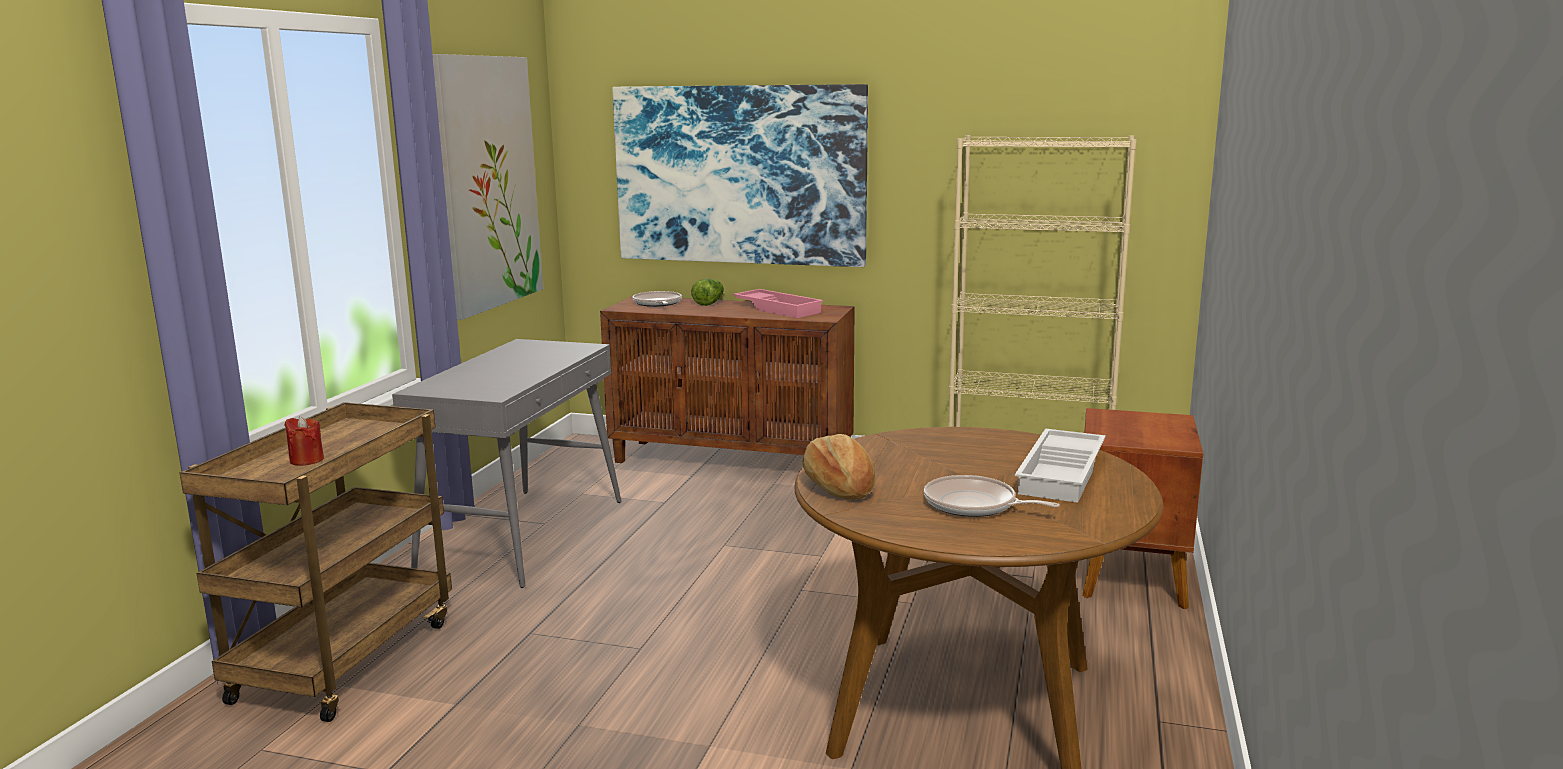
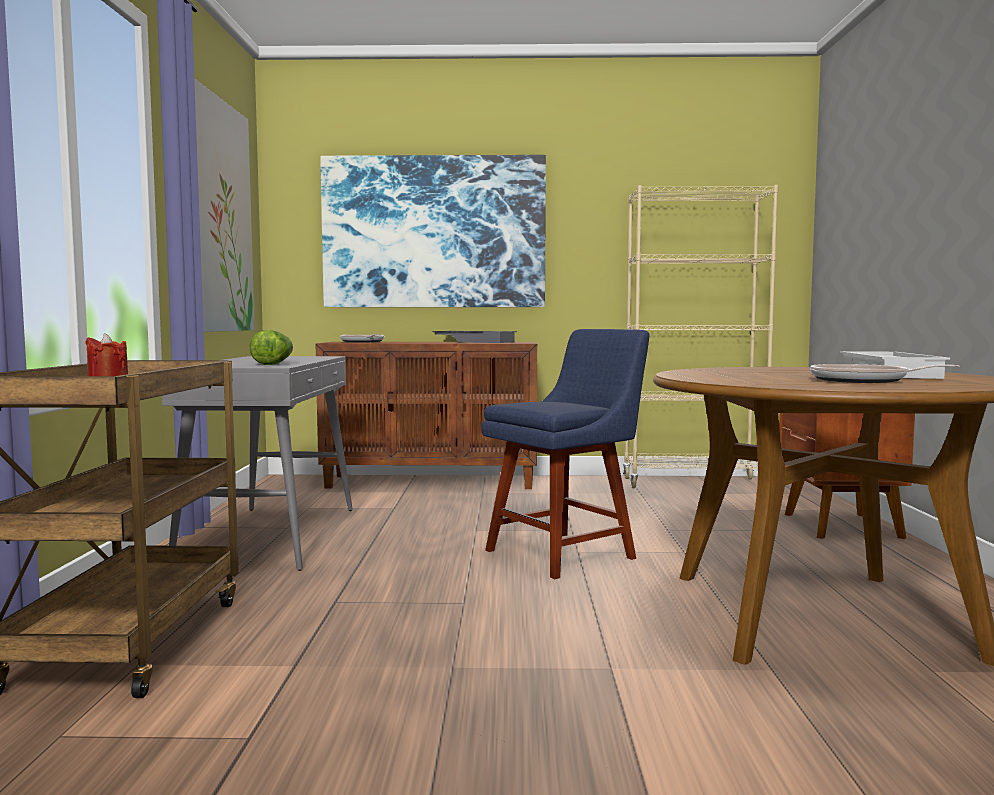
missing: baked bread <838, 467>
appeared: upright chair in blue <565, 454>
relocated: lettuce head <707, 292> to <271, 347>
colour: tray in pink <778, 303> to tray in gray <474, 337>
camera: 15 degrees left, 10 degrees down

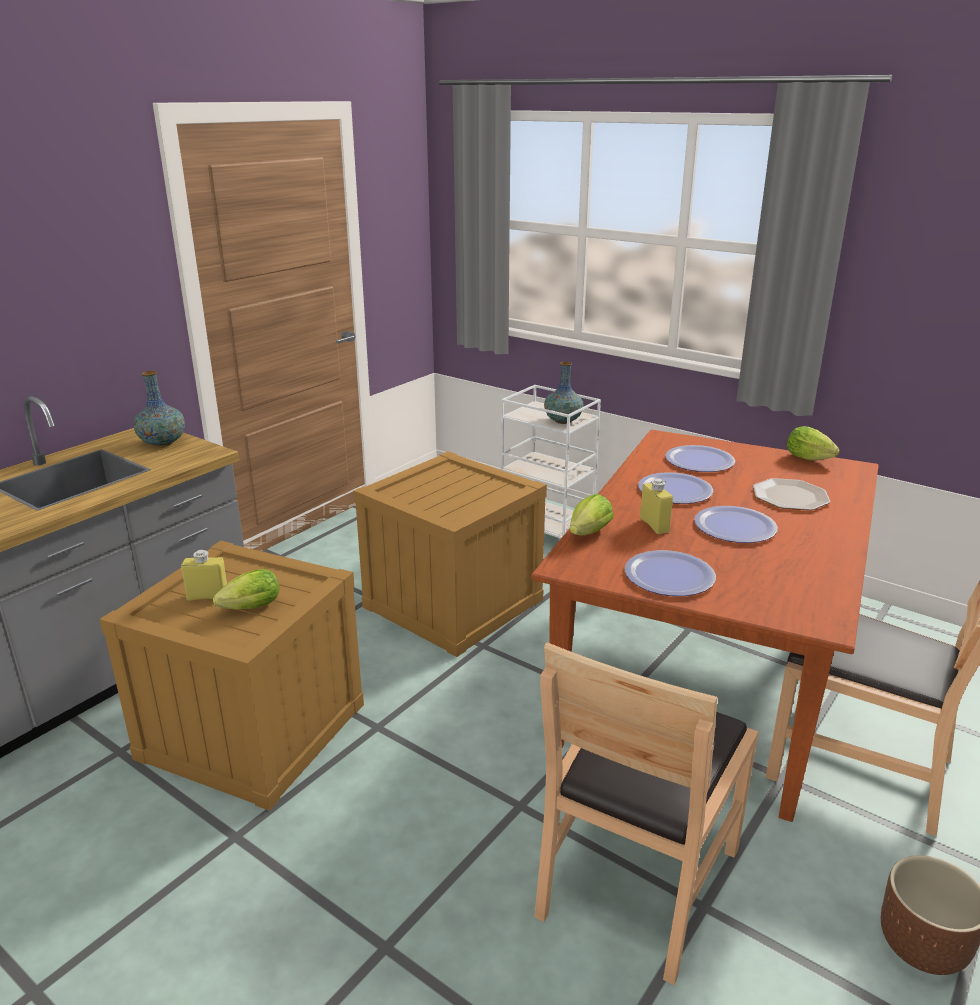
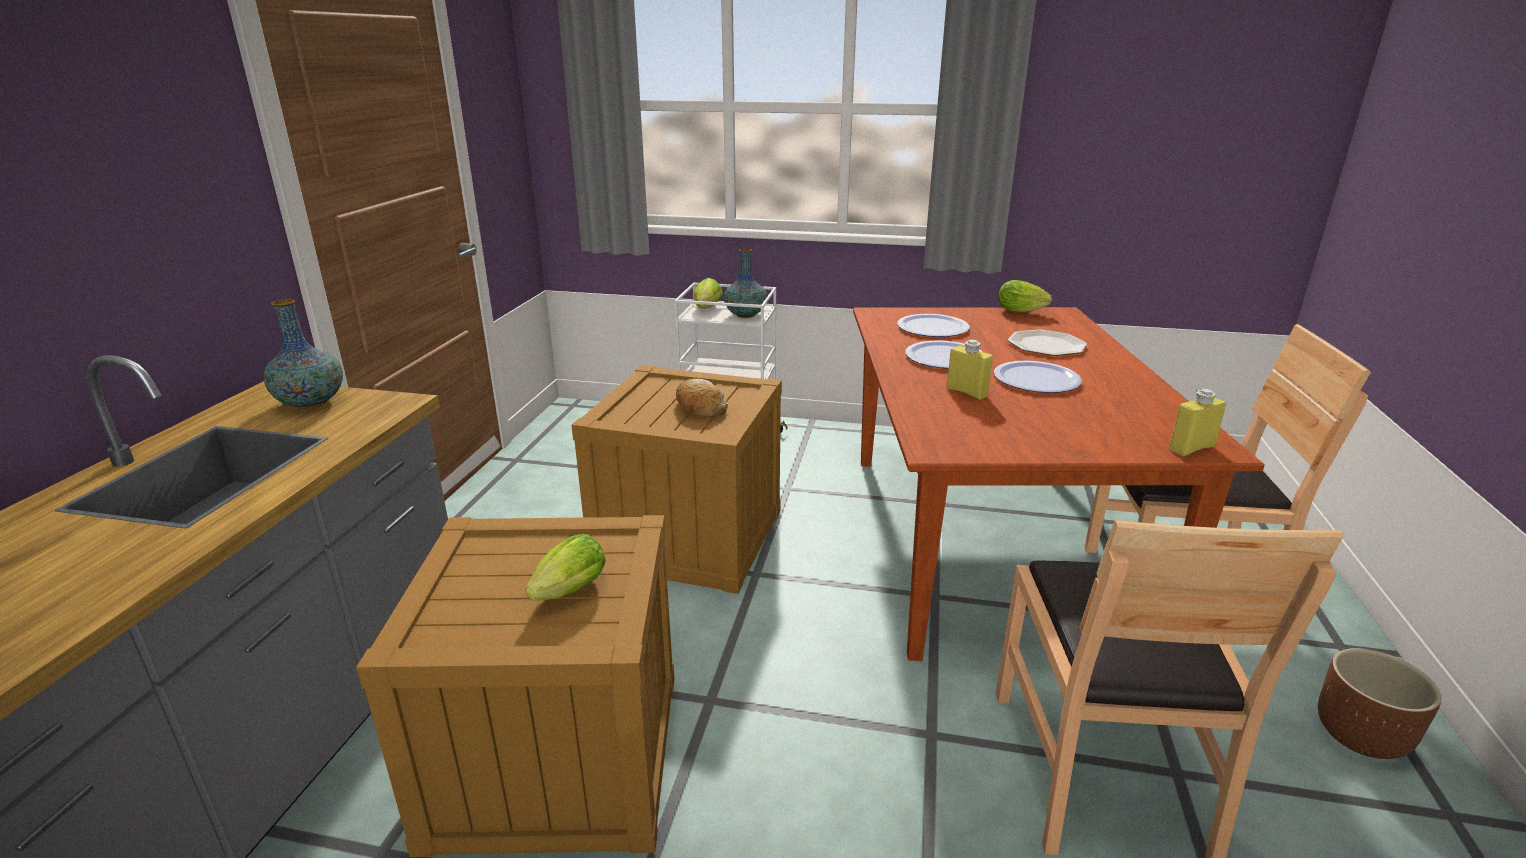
missing: plate <670, 573>
appeared: baked bread <702, 398>
relocated: drink bottle in yellow <204, 575> to <1197, 422>; lettuce head <592, 514> to <708, 293>
camera: 25 degrees left, 0 degrees up

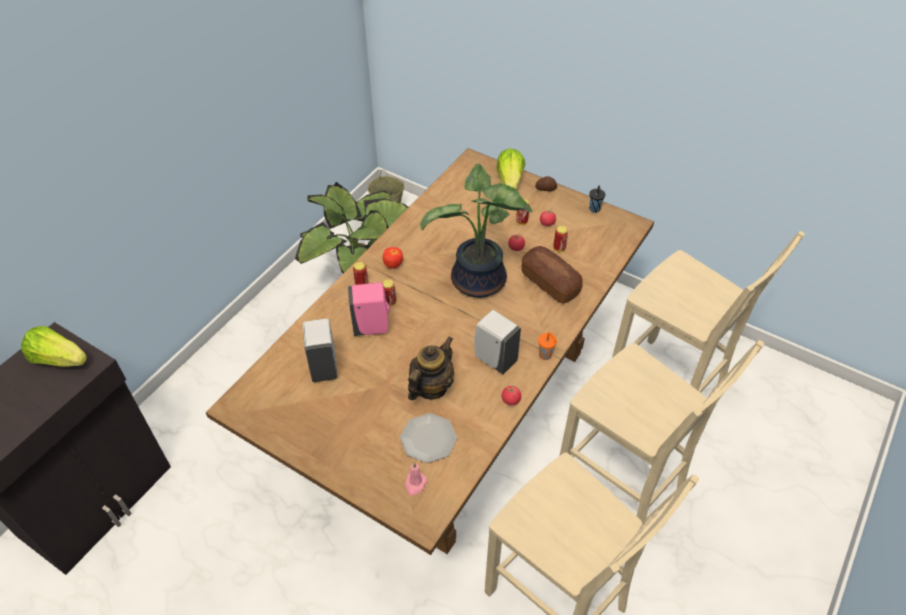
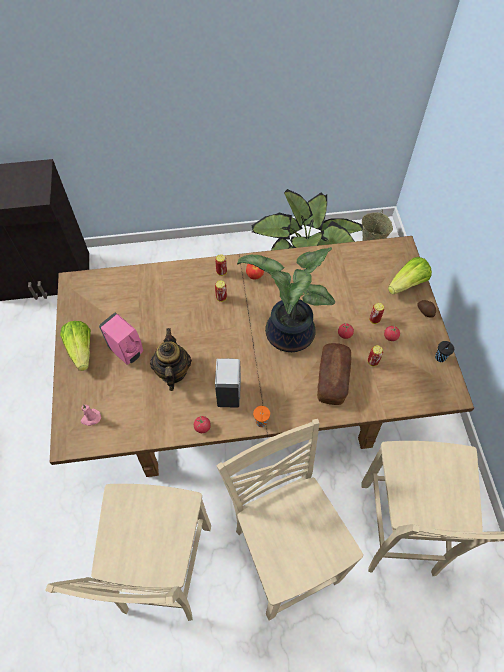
missing: soap dispenser in white <319, 350>; plate <428, 438>
relocated: lettuce head <54, 346> to <75, 346>; soap dispenser in pink <369, 309> to <121, 339>
spun: tea pot <431, 368> = <171, 359> 90 degrees counterclockwise; upright chair in sand-coloured <661, 432> = <290, 519> 150 degrees clockwise
camera: 50 degrees right, 10 degrees up

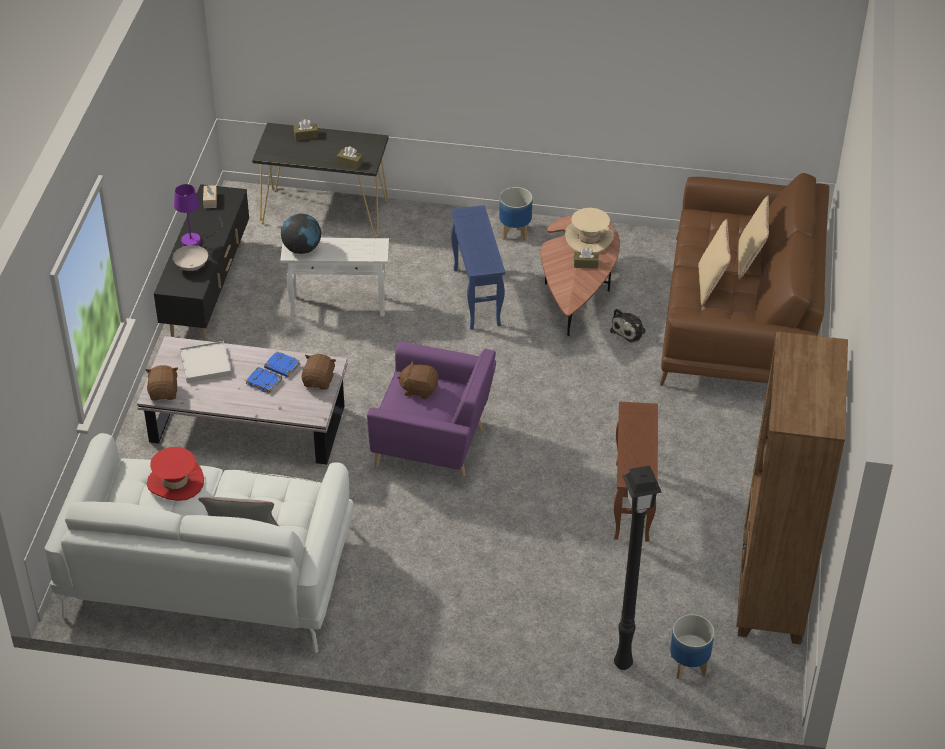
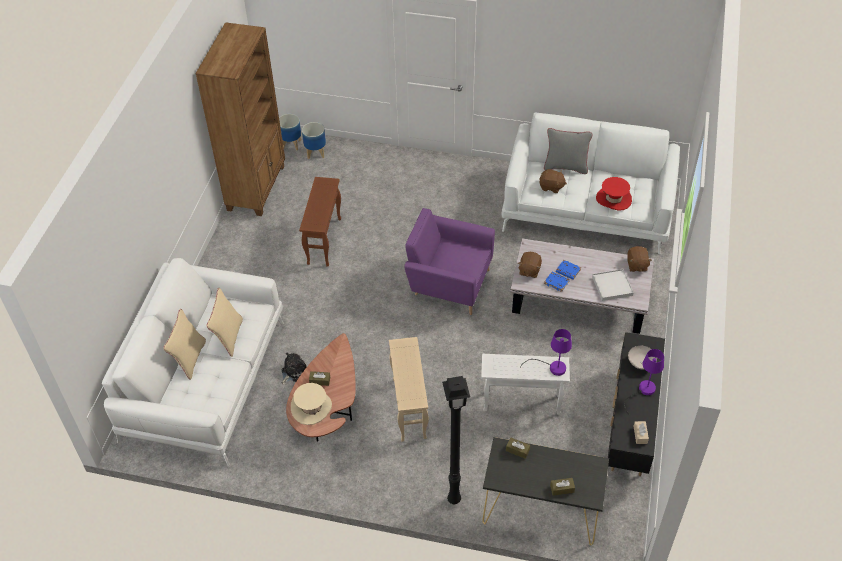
relocated: cuddly toy in brownish <417, 380> to <553, 181>; plant pot <516, 214> to <290, 132>; standing lamp in blackish <638, 567> to <456, 440>
exchanged: globe <301, 234> to lamp for a table in purple <546, 352>
colour: end table in blue <478, 267> to end table in sand-coloured <409, 389>; settee in brownish <744, 279> to settee in white <193, 362>
camera: 175 degrees left, 5 degrees up

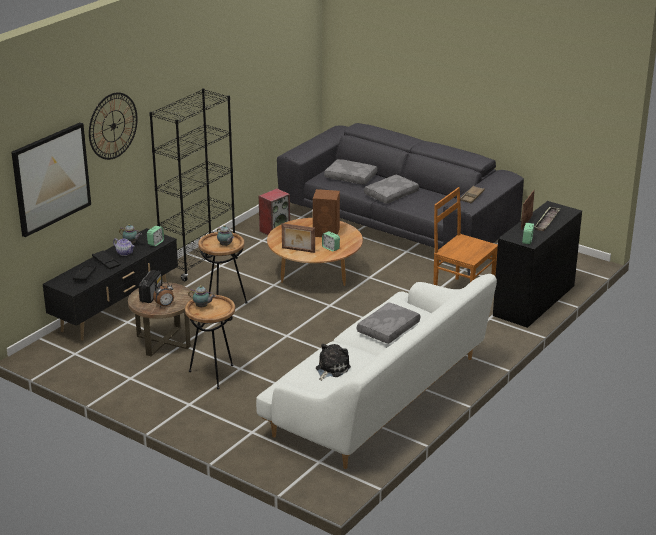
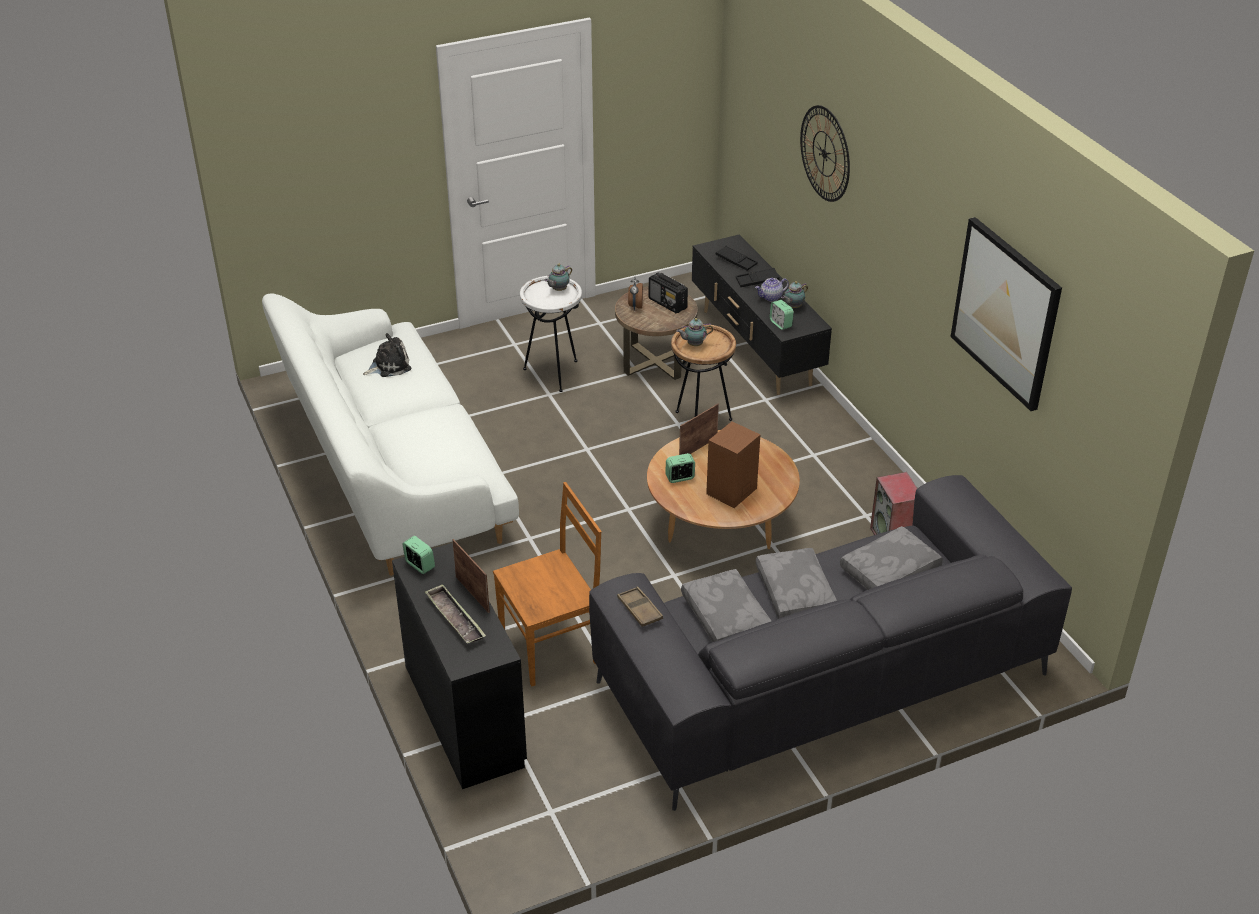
missing: bookcase in blackish <192, 184>
relocated: picture <51, 179> to <1006, 314>; throw pillow in gray <388, 323> to <726, 605>
colour: end table in brownish <210, 342> to end table in white <551, 334>
spun: cuddly toy <333, 362> = <387, 355> 90 degrees counterclockwise
camera: 120 degrees right, 10 degrees up

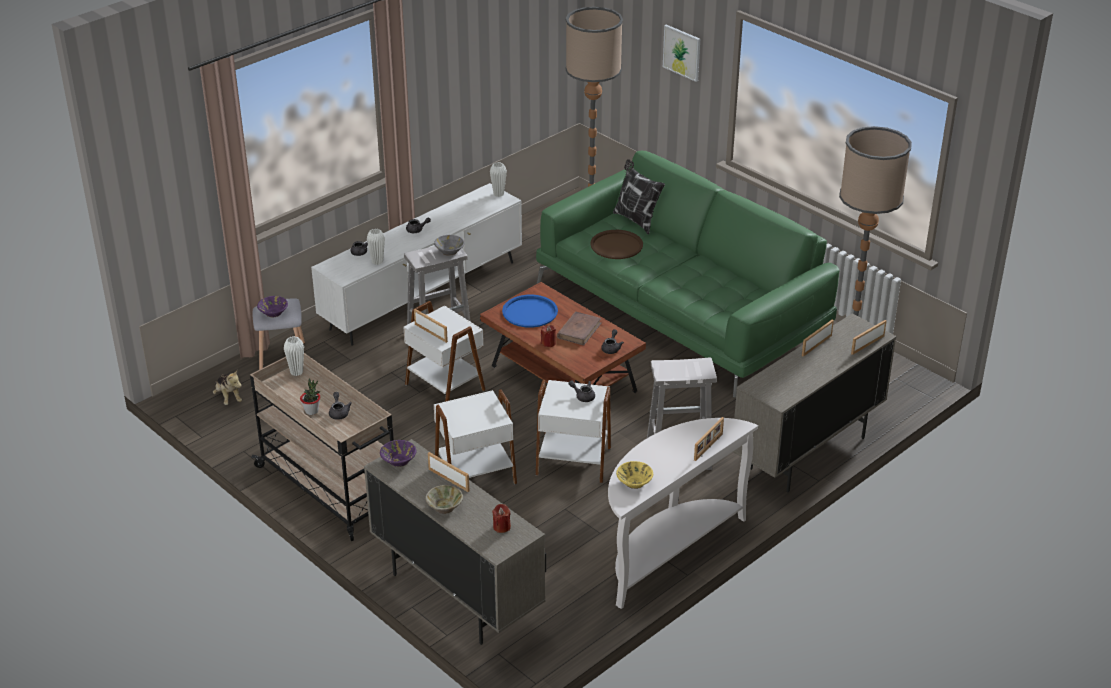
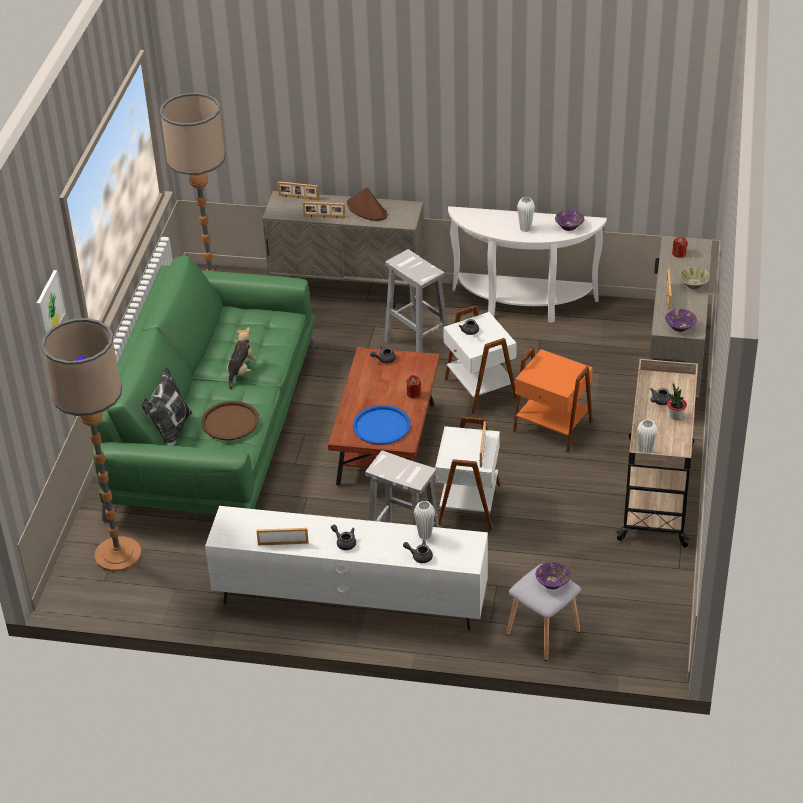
missing: serving bowl in gray <449, 245>; book in brownish <579, 328>
appeared: hat in brownish <367, 204>
relocated: cuddly toy <227, 387> to <242, 358>; decorative vase in white <498, 179> to <526, 214>; standing frame <709, 439> to <282, 536>
colour: end table in white <475, 437> to end table in orangey <553, 400>; serving bowl in yellow <634, 475> to serving bowl in purple <569, 220>
camera: 125 degrees left, 5 degrees up

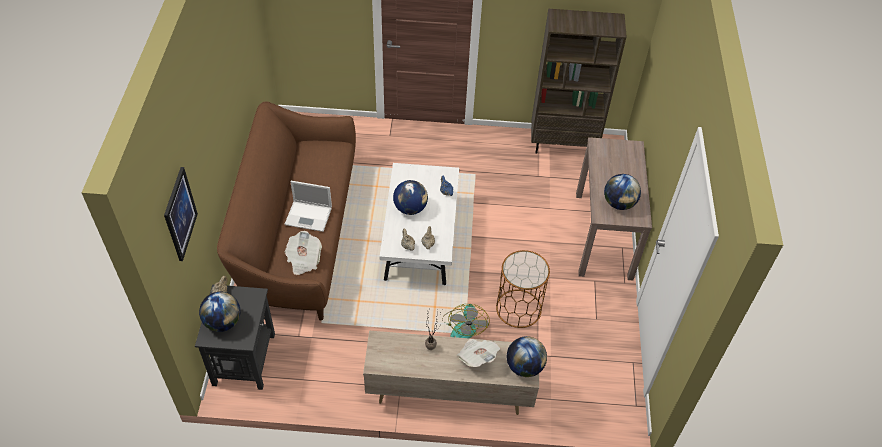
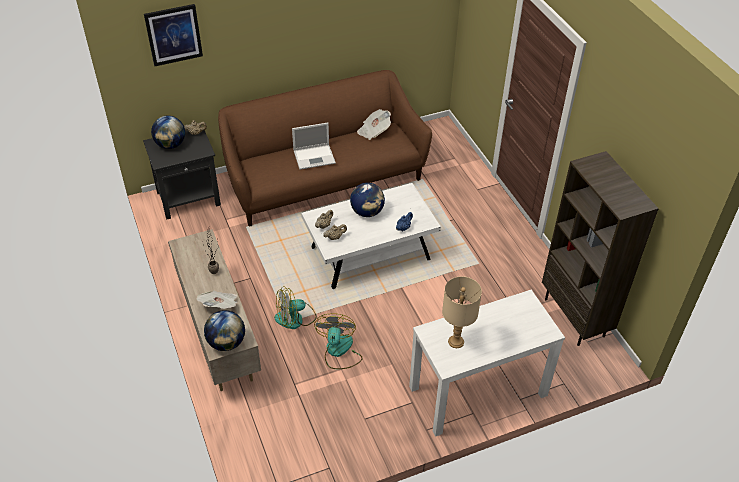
relocated: daily paper <303, 253> to <374, 124>
exchanged: end table in brownish <523, 289> to cooling fan <338, 341>; globe <622, 192> to lamp for a table in sand-coloured <462, 312>
colour: hall table in brownish <614, 208> to hall table in white <487, 363>
spun: portable computer <308, 206> = <314, 146> 90 degrees counterclockwise
camera: 65 degrees right, 5 degrees down

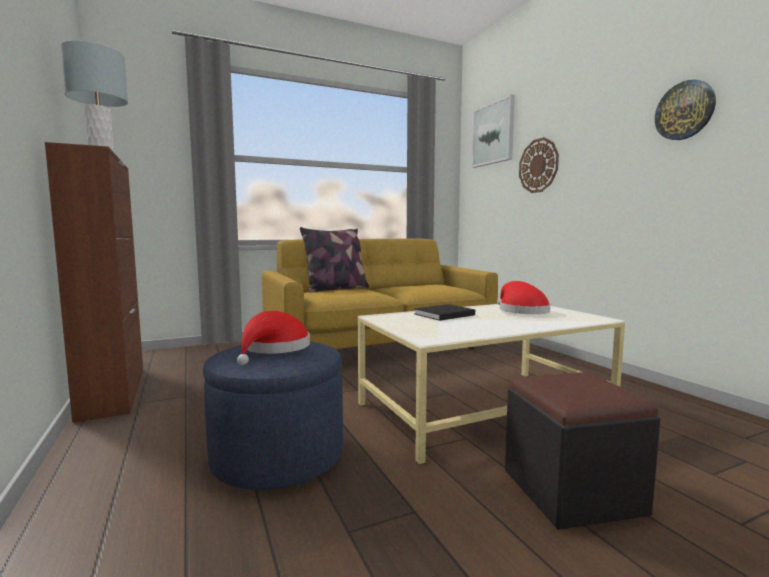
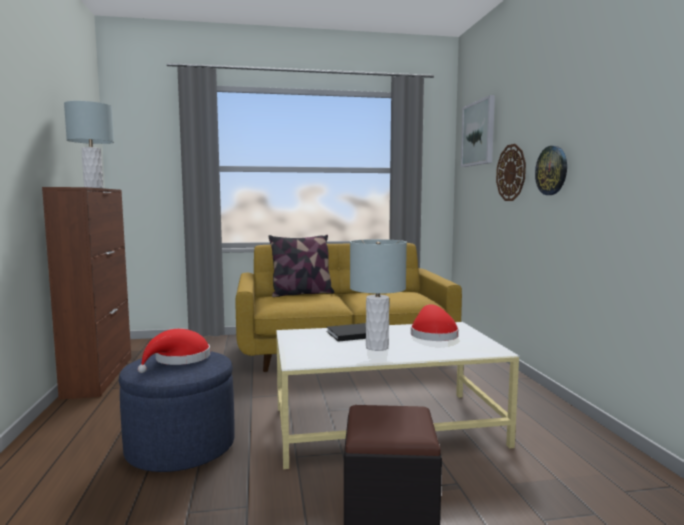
appeared: lamp for a table in gray <378, 295>
relocated: clock on the wall <685, 110> to <551, 170>
camera: 15 degrees right, 0 degrees up

